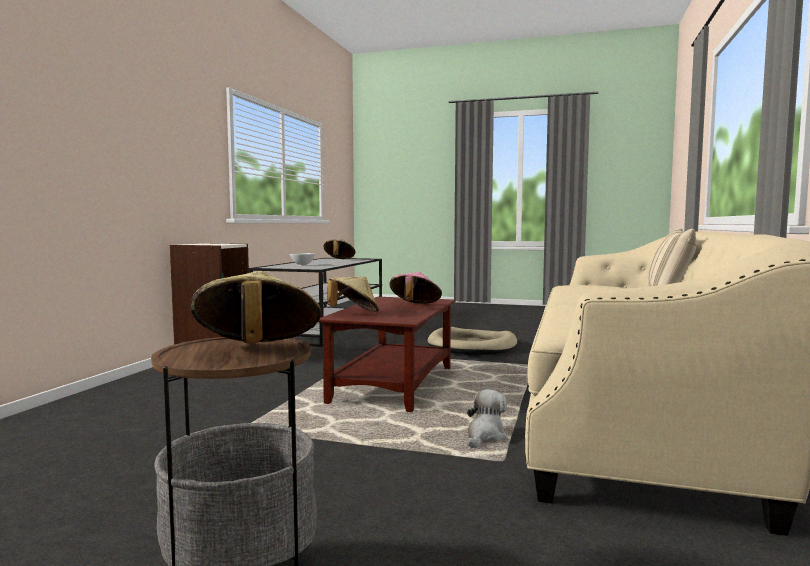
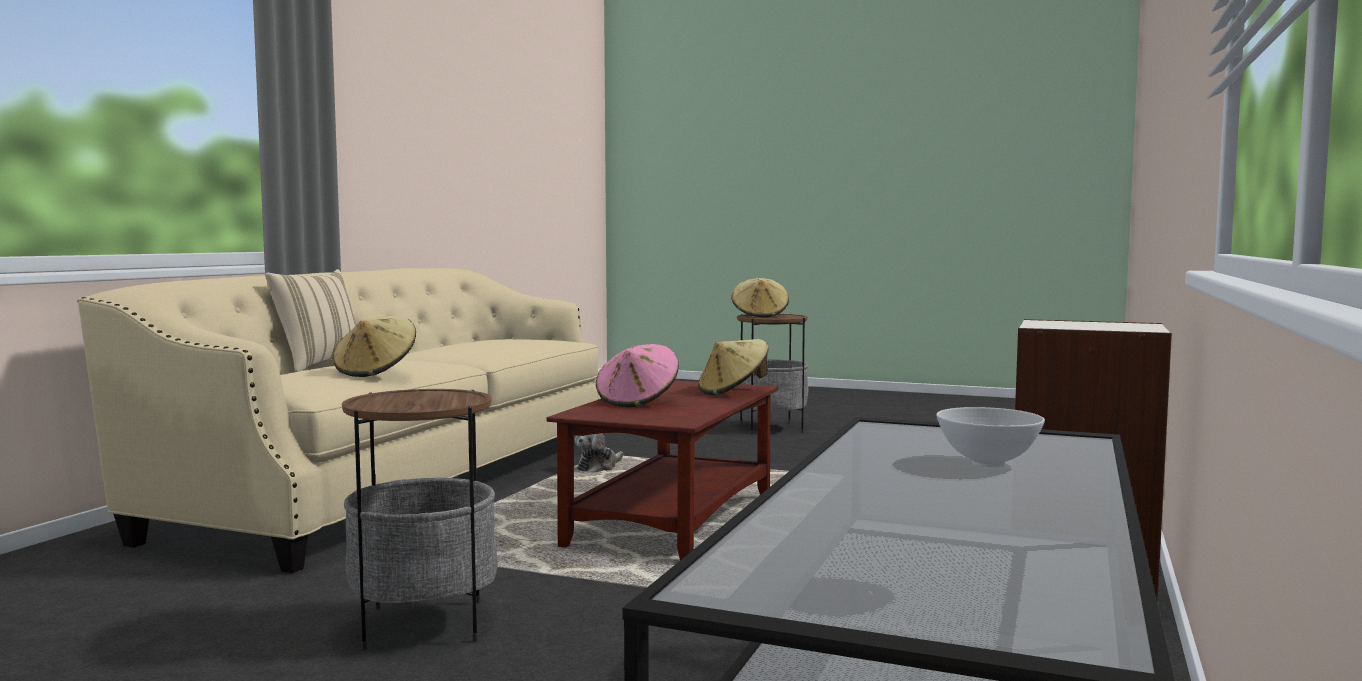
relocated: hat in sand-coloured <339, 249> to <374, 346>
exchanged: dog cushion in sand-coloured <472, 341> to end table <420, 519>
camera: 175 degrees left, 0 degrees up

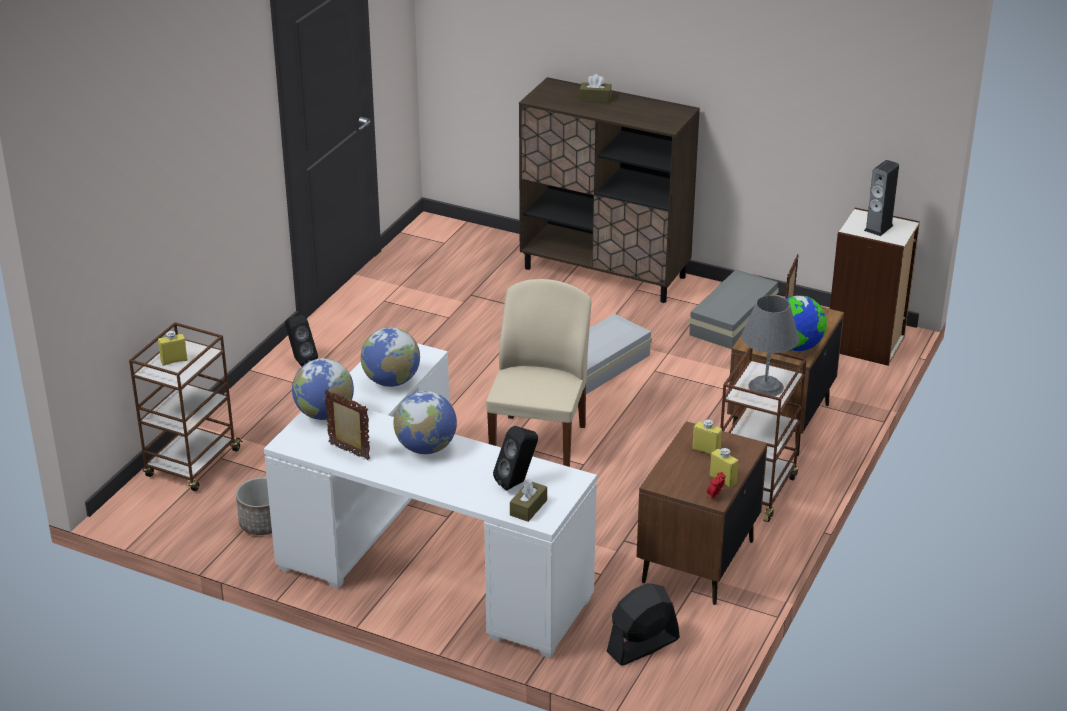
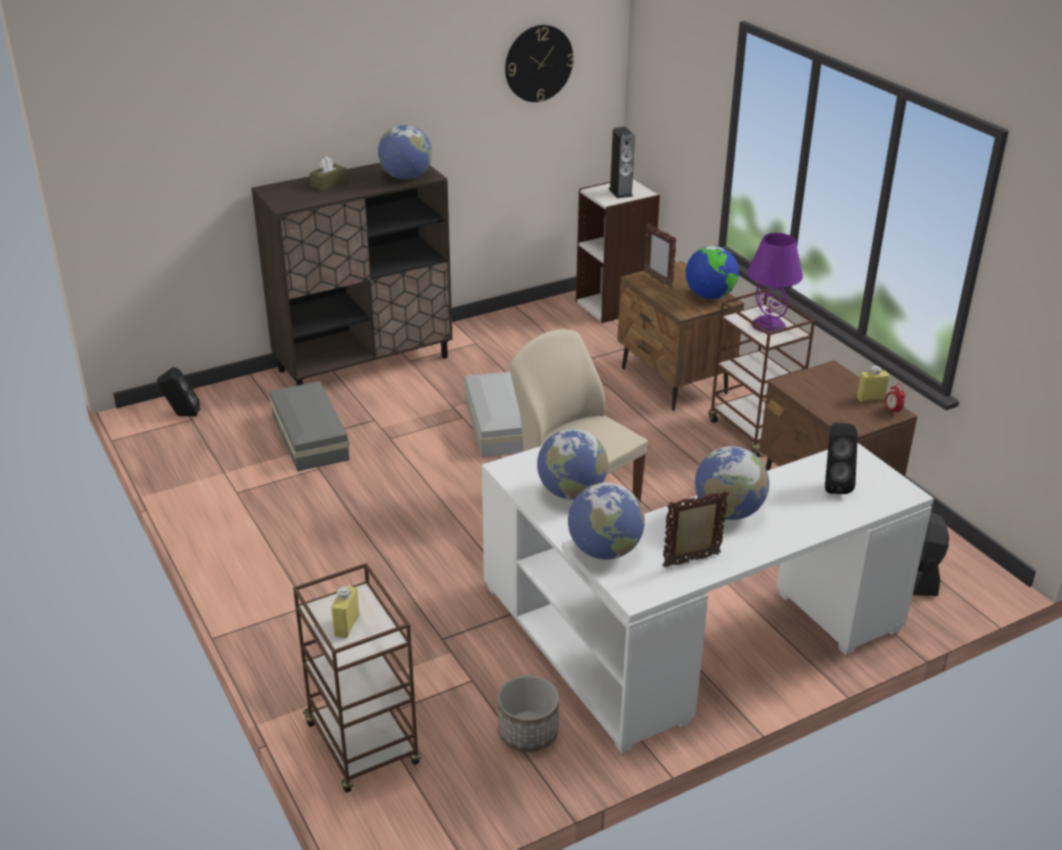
missing: tissue box in brownish <528, 500>; drink bottle in yellow <707, 437>
appeared: globe <405, 152>; clock on the wall <539, 63>
relocated: speaker in blackish <301, 341> to <178, 391>; storage bin in gray <734, 309> to <309, 426>
colour: lamp for a table in gray <770, 346> to lamp for a table in purple <775, 283>
camera: 55 degrees left, 0 degrees up

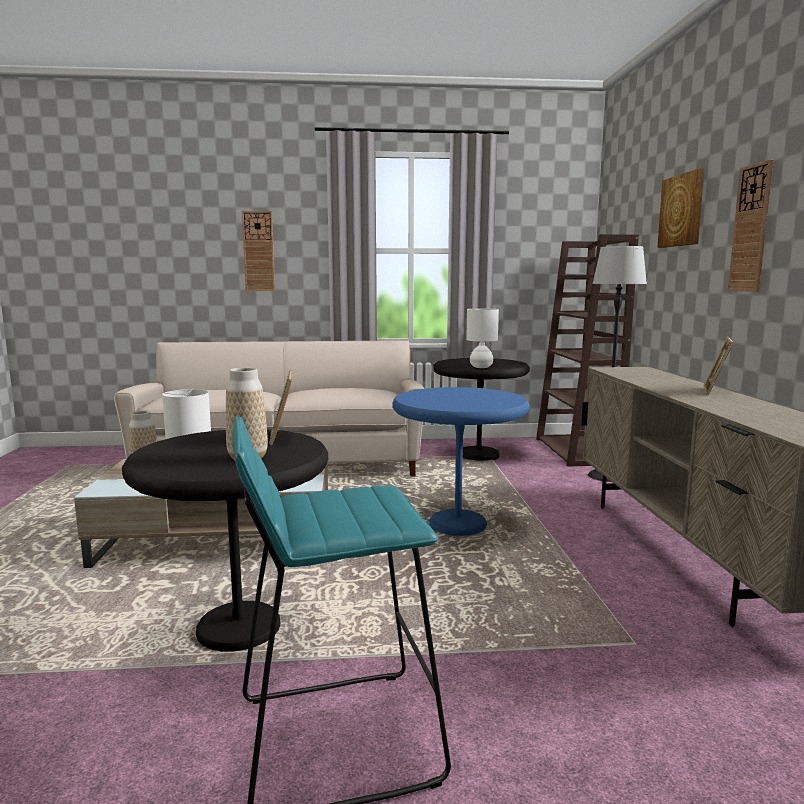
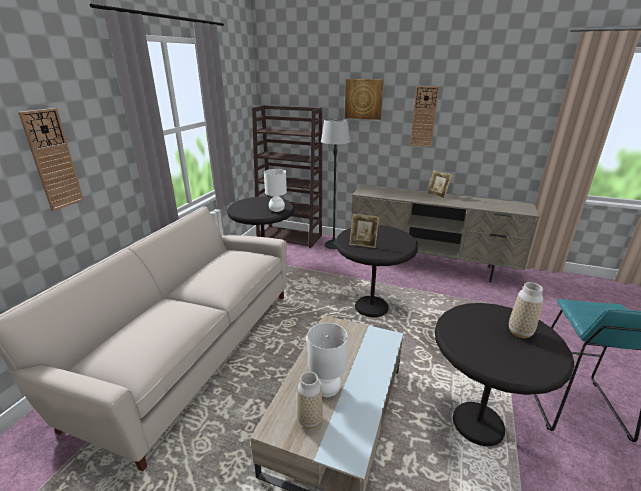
relocated: standing frame <280, 407> to <364, 231>
colour: end table in blue <461, 461> to end table in blackish <376, 271>
camera: 65 degrees left, 15 degrees up

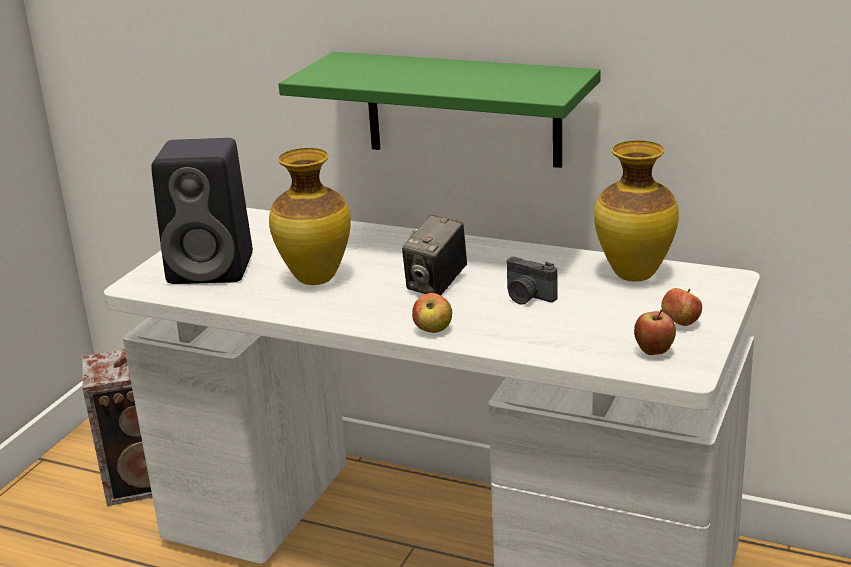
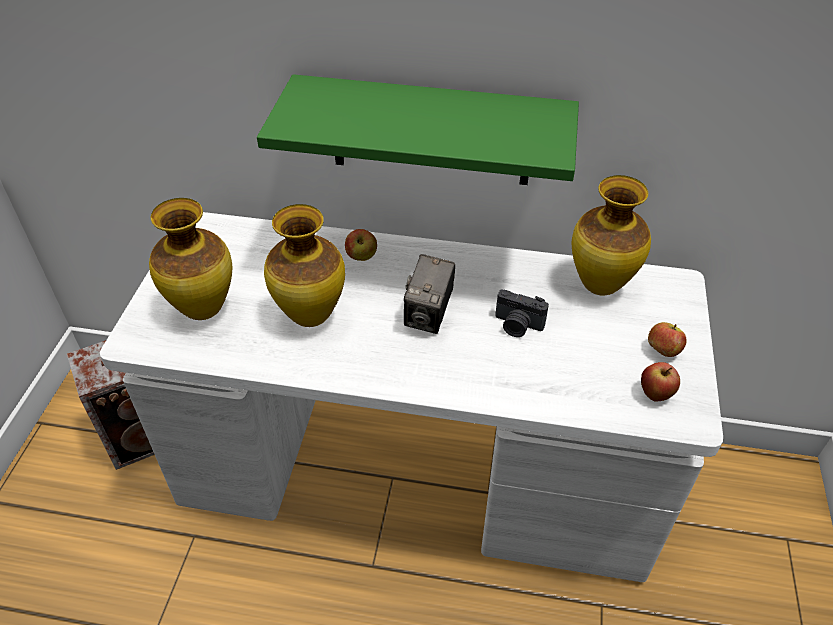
relocated: apple <432, 313> to <361, 245>
exchanged: speaker in blackish <202, 211> to decorative vase <190, 259>
camera: 15 degrees left, 20 degrees up

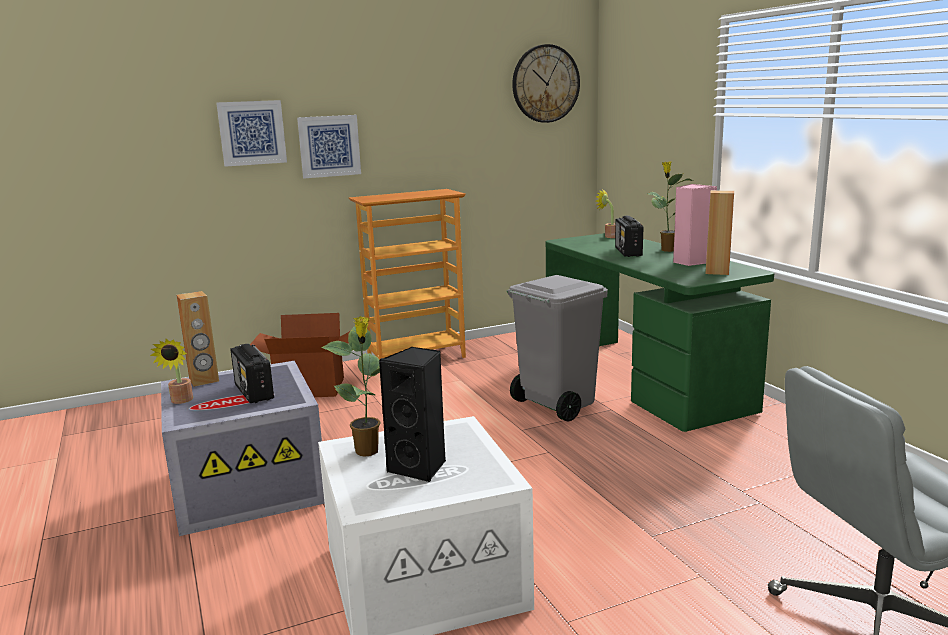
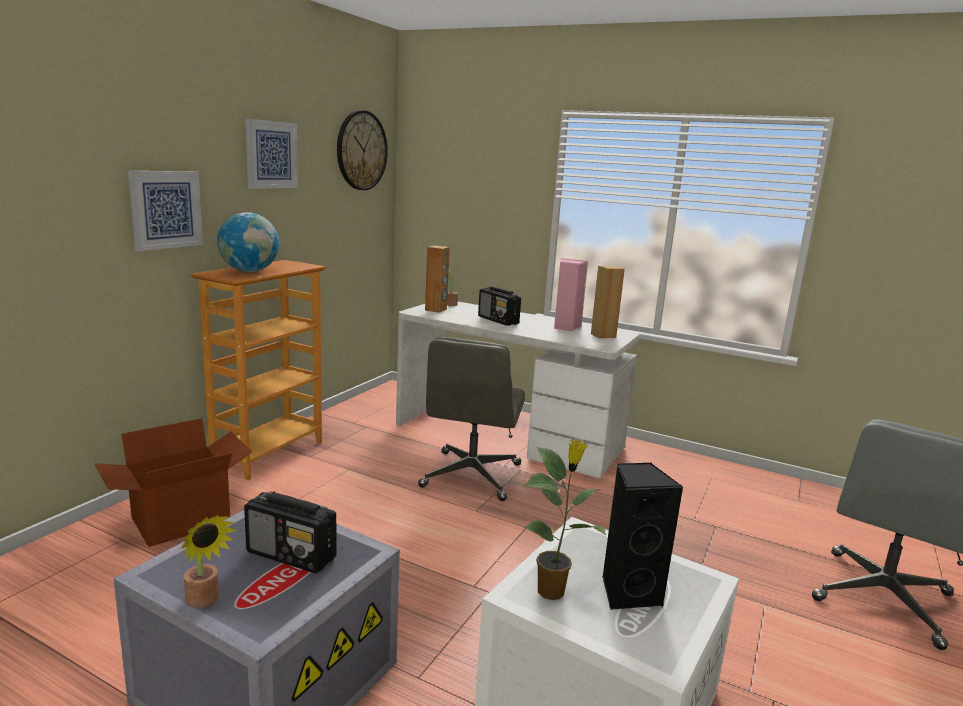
missing: plant in a pot <670, 206>
appeared: globe <248, 242>
relocated: speaker in brownish <198, 339> to <437, 279>; picture <251, 133> to <271, 153>
exchanged: waste bin in gray <557, 348> to desk chair in gray <471, 419>
colour: desk table in green-coloured <659, 332> to desk table in white <518, 390>
camera: 40 degrees left, 0 degrees up

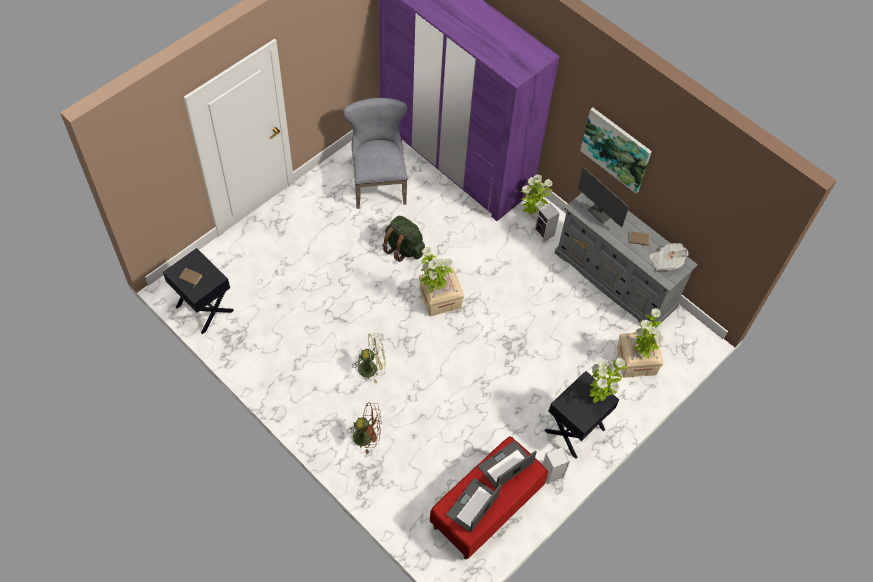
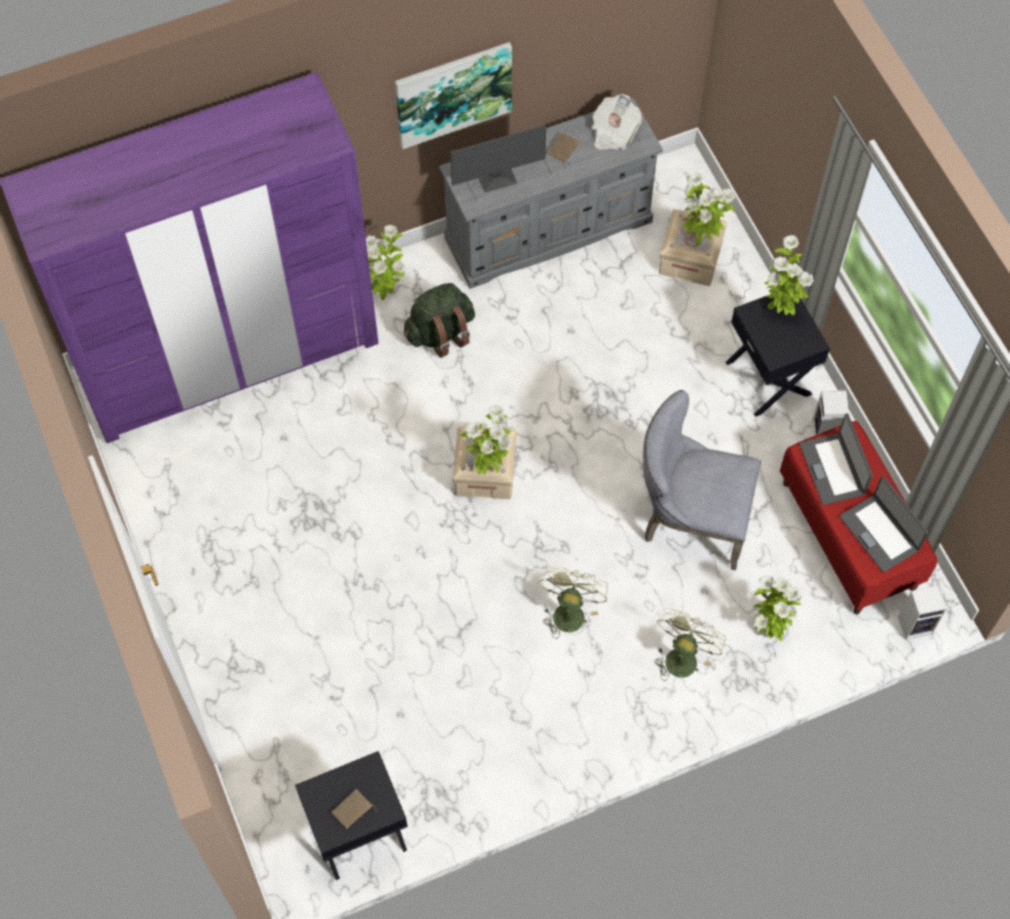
appeared: plant in a pot <777, 607>
relocated: upright chair in gray <375, 153> to <702, 480>; backpack in green-coloured <403, 239> to <439, 320>; speaker <547, 222> to <922, 612>
colour: cooling fan in brownish <365, 428> to cooling fan in green-coloured <690, 644>
camera: 65 degrees left, 5 degrees up

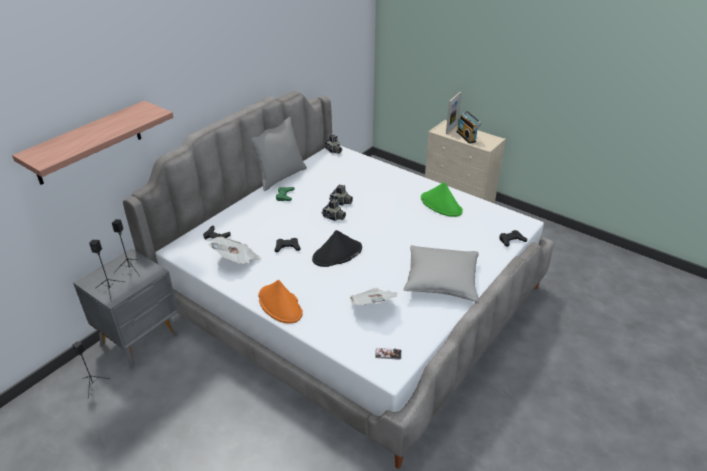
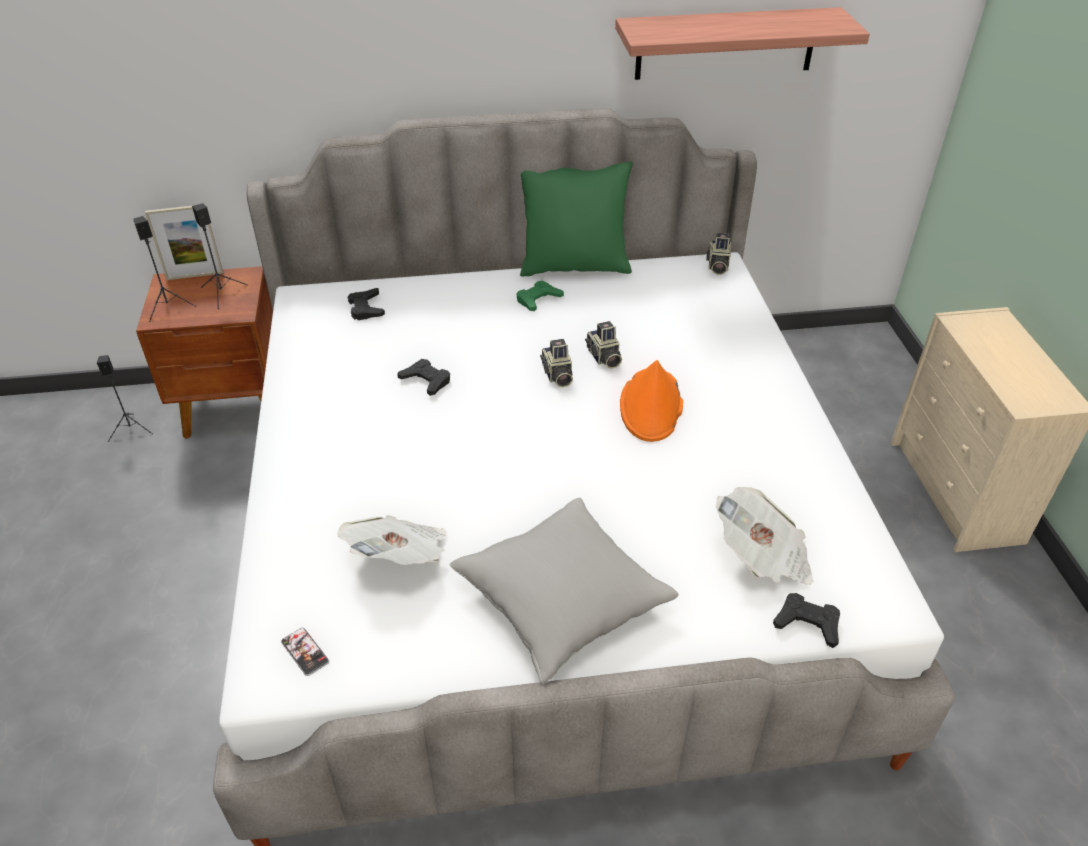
missing: hat in blackish <337, 248>; hat in green-coloured <442, 199>; radio receiver <469, 127>
relocated: wall shelf <93, 143> to <742, 43>; daily paper <235, 250> to <765, 536>; hat in orangey <280, 302> to <651, 401>; standing frame <453, 113> to <184, 242>
colour: night table in gray <126, 308> to night table in brownish <204, 352>; throw pillow in gray <279, 154> to throw pillow in green-coloured <576, 219>
camera: 45 degrees right, 5 degrees up

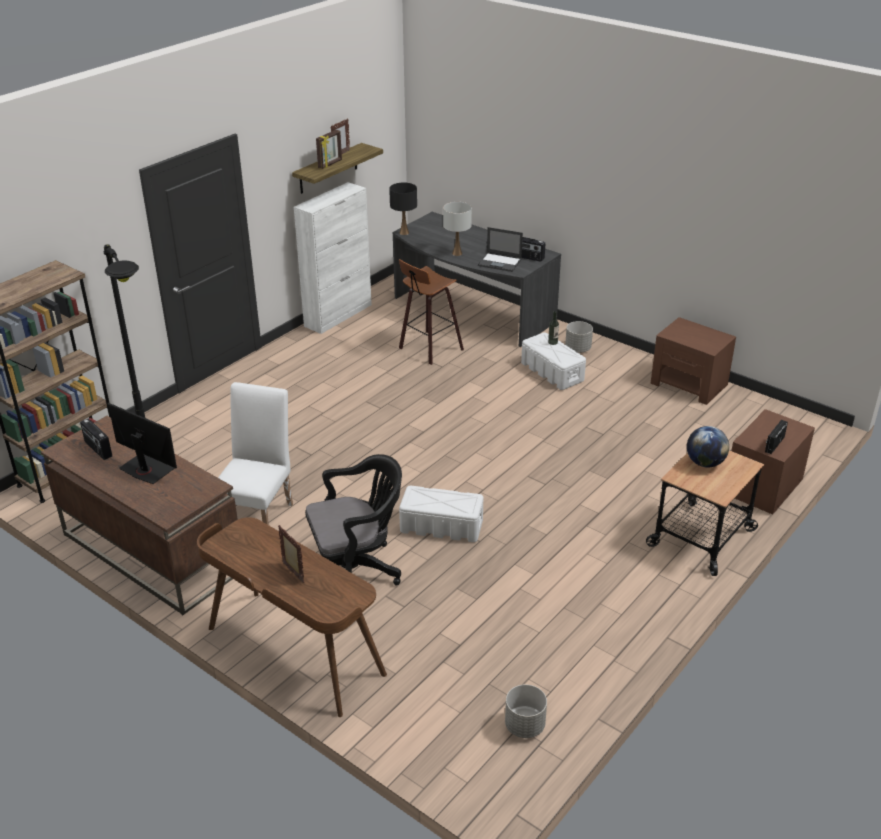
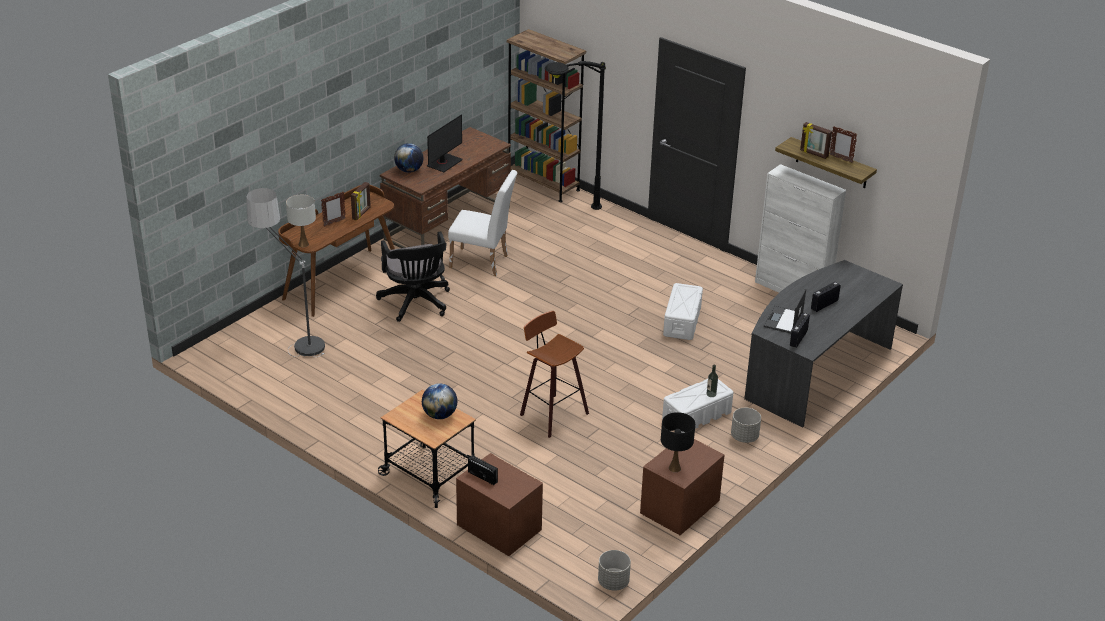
appeared: standing lamp <285, 272>; standing frame <361, 201>; globe <408, 158>
relocated: radio receiver <96, 439> to <826, 297>; lamp for a table in blackish <403, 209> to <678, 442>; stool seat <431, 312> to <554, 374>; storage bin in white <441, 514> to <683, 311>; lamp for a table in white <457, 229> to <301, 221>; plant pot in gray <526, 711> to <614, 570>
camera: 90 degrees right, 0 degrees up

